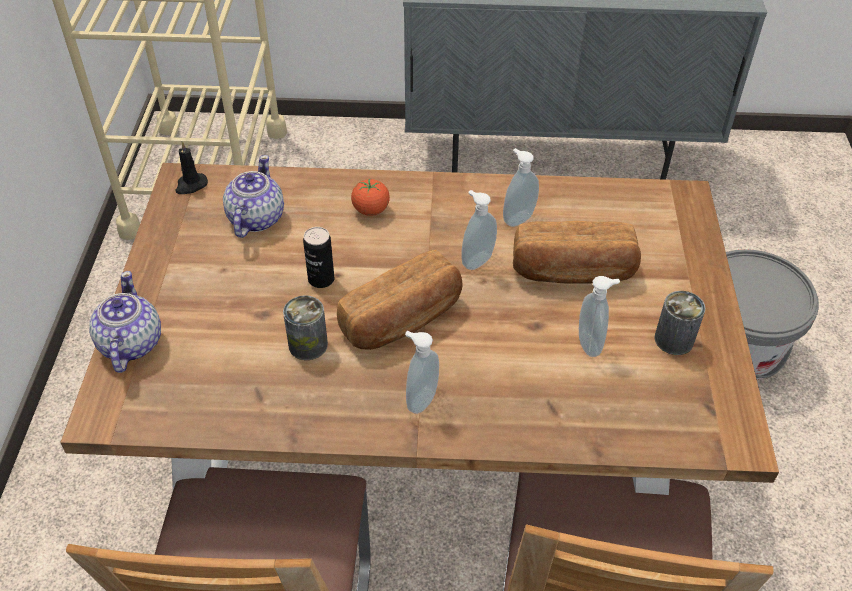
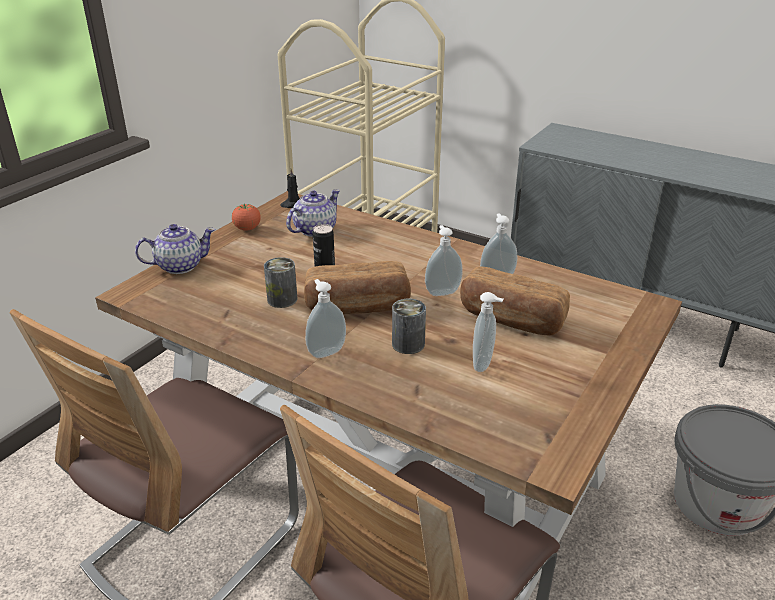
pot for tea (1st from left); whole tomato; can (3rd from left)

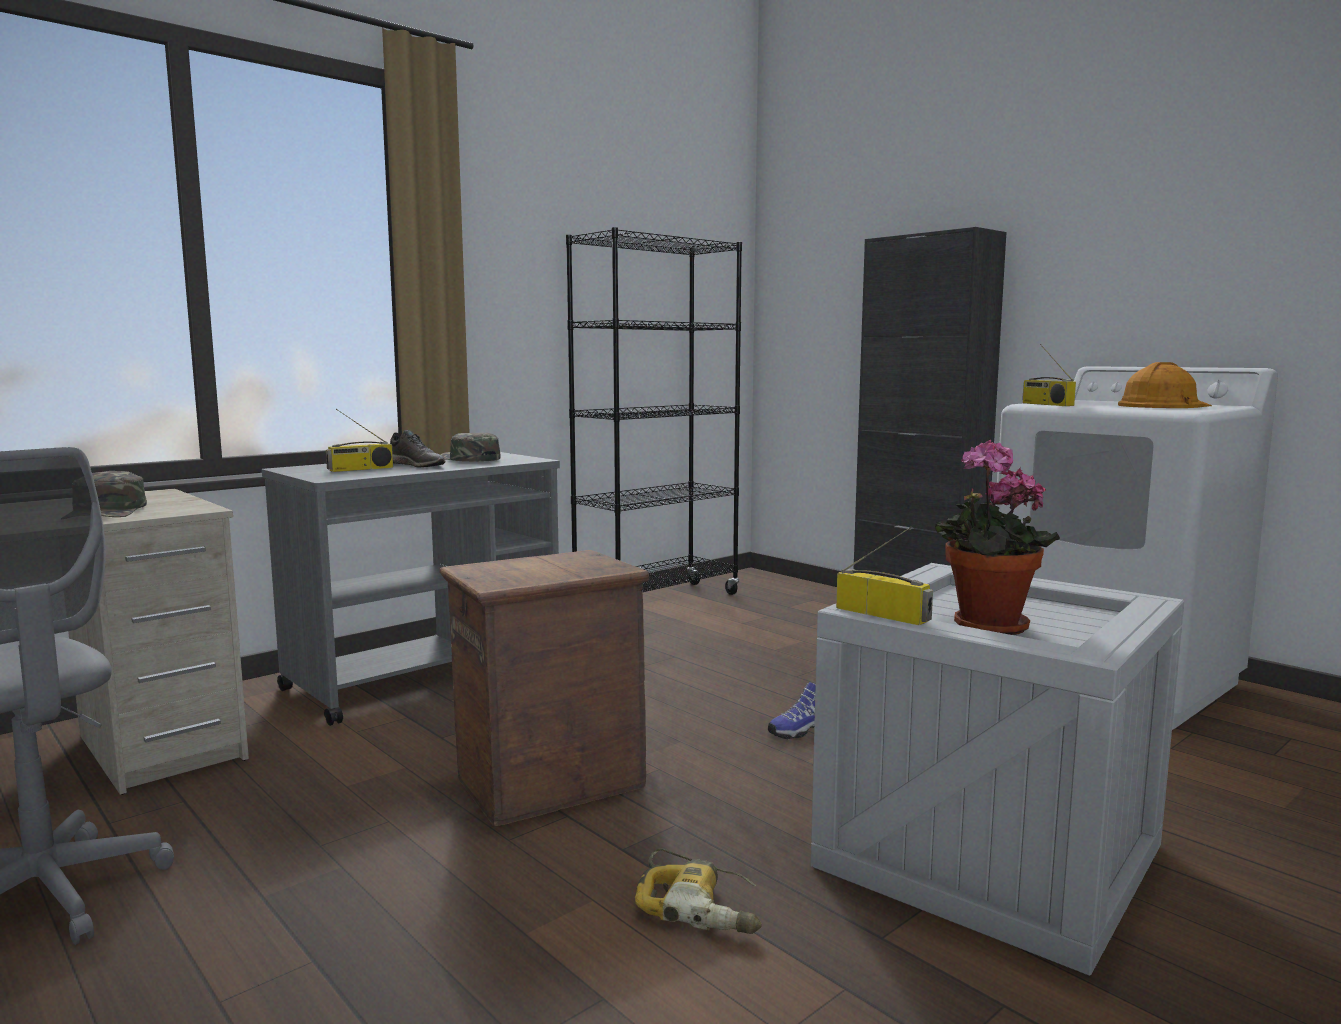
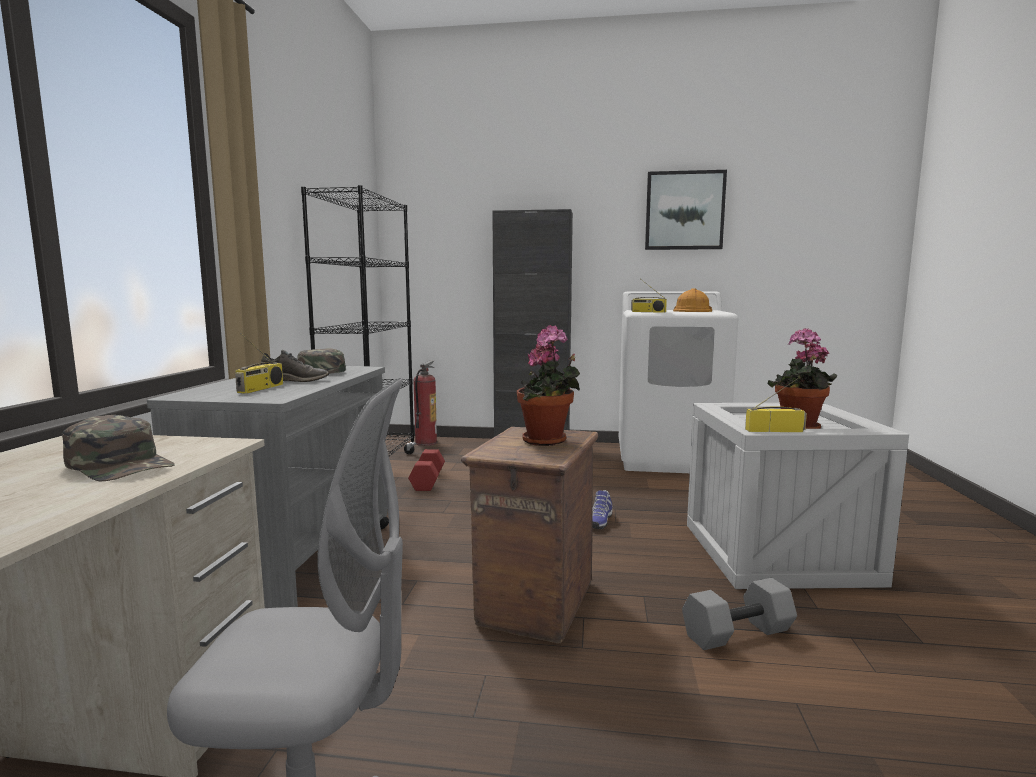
gray hand weight; red hand weight; fire-fighting cylinder; houseplant (1st from left); wall art

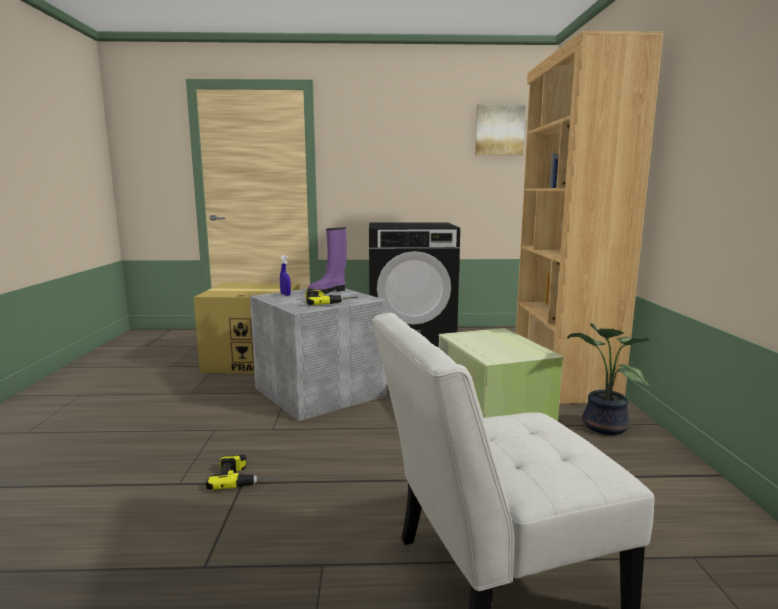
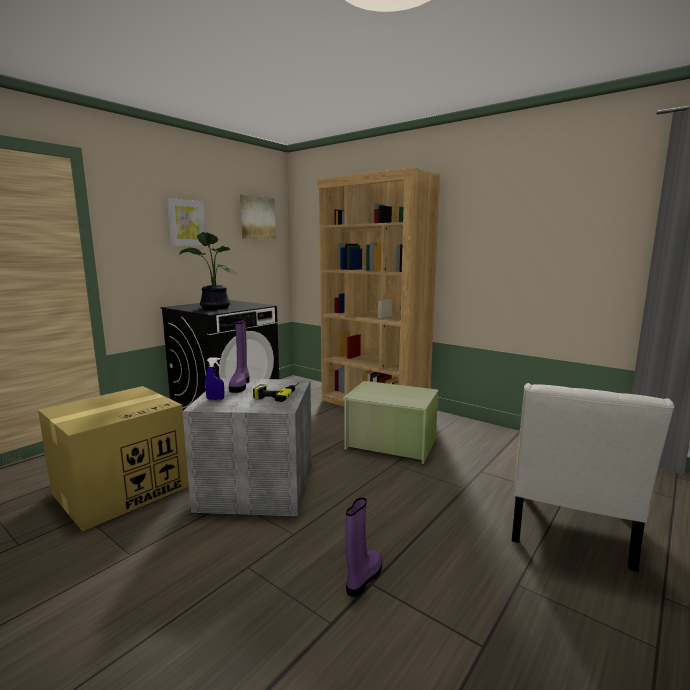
purple high-top boot (2nd from left); houseplant; wall art (1st from left)

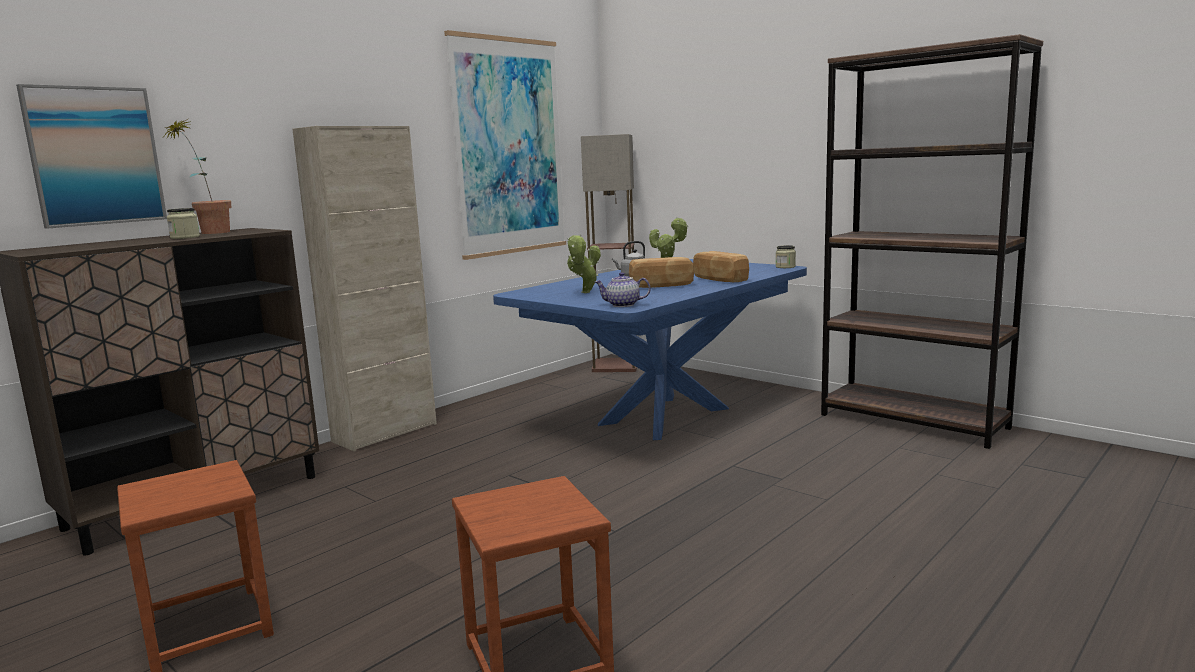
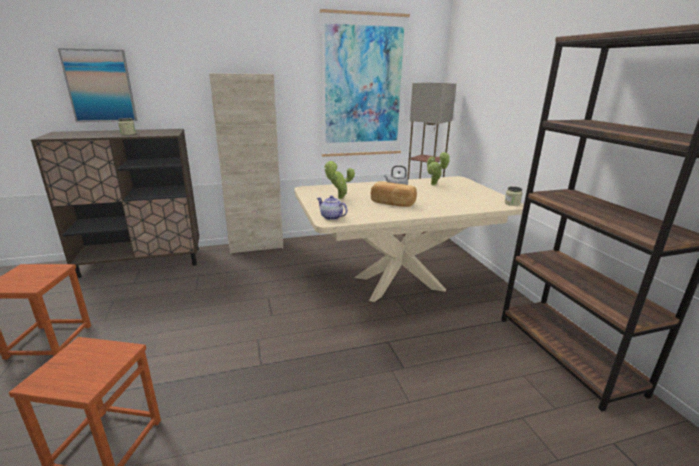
houseplant (1st from left in the first image); sand-coloured dinner table; bakery bread (2nd from left in the first image)

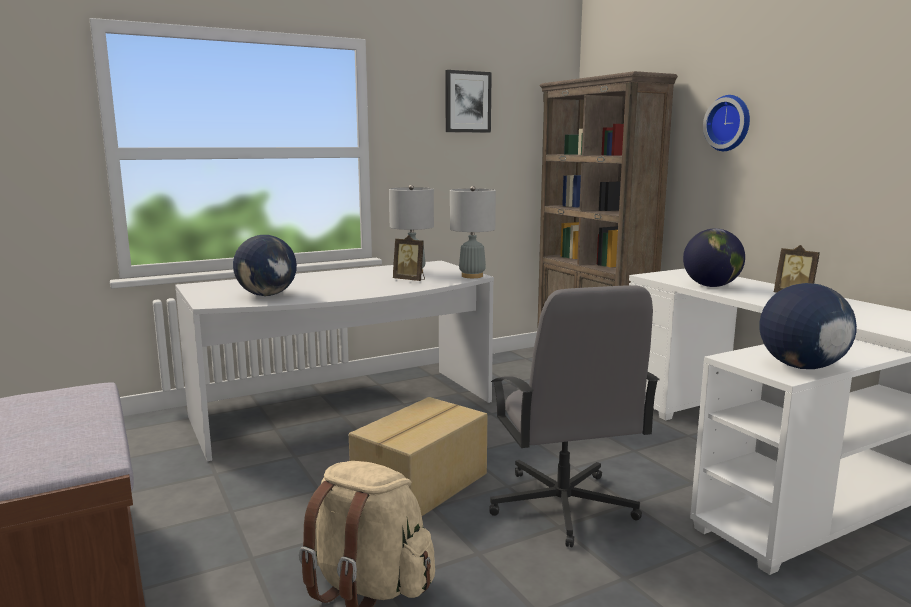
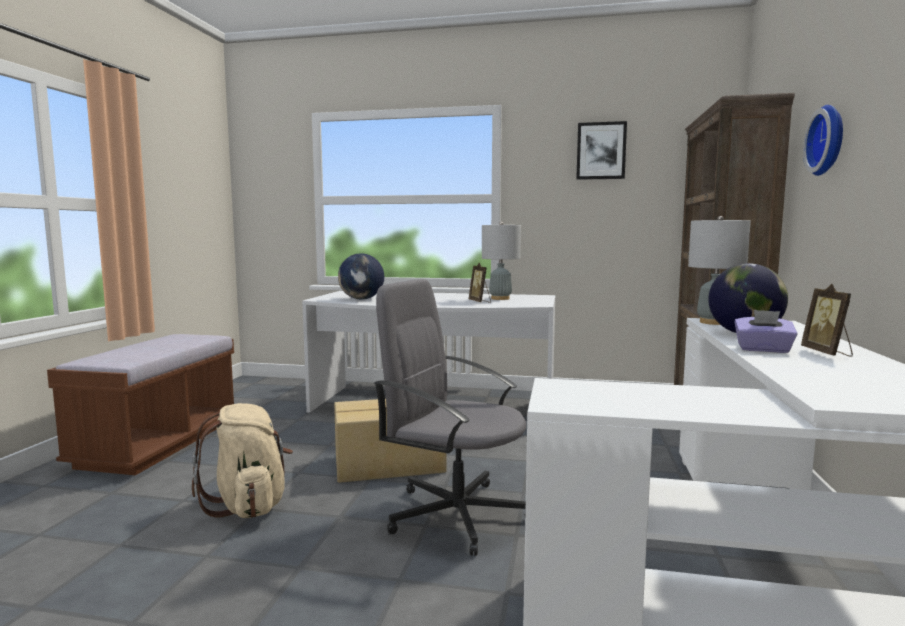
gray table lamp (2nd from left); gray computer chair; world globe (3rd from left in the first image); purple tissue holder

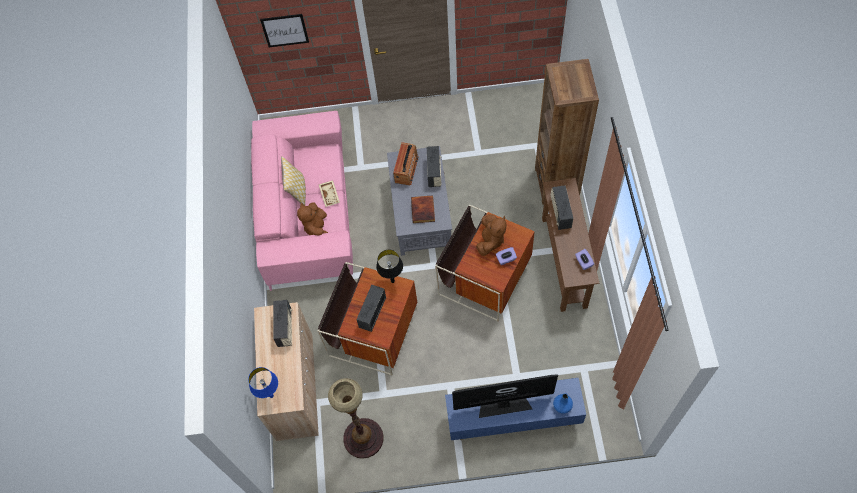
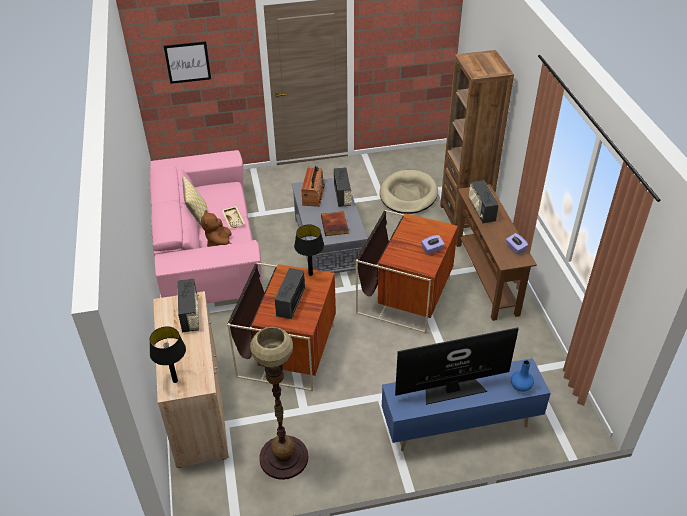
blackish table lamp (1st from left); brown-coloured cuddly toy (2nd from left in the first image); sand-coloured dog bed

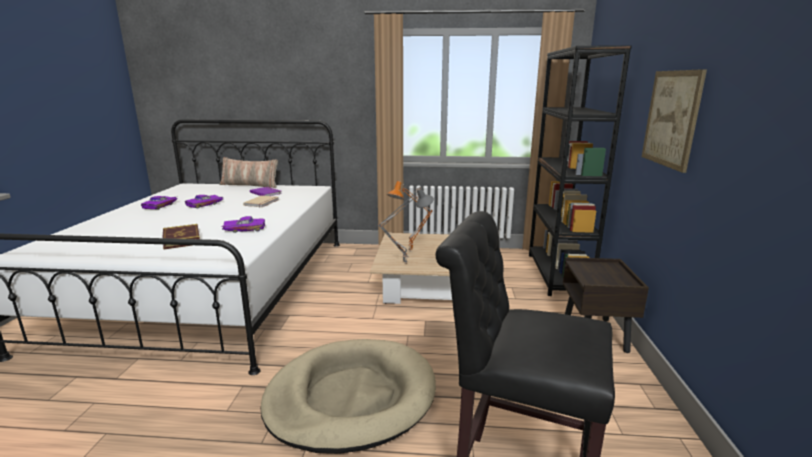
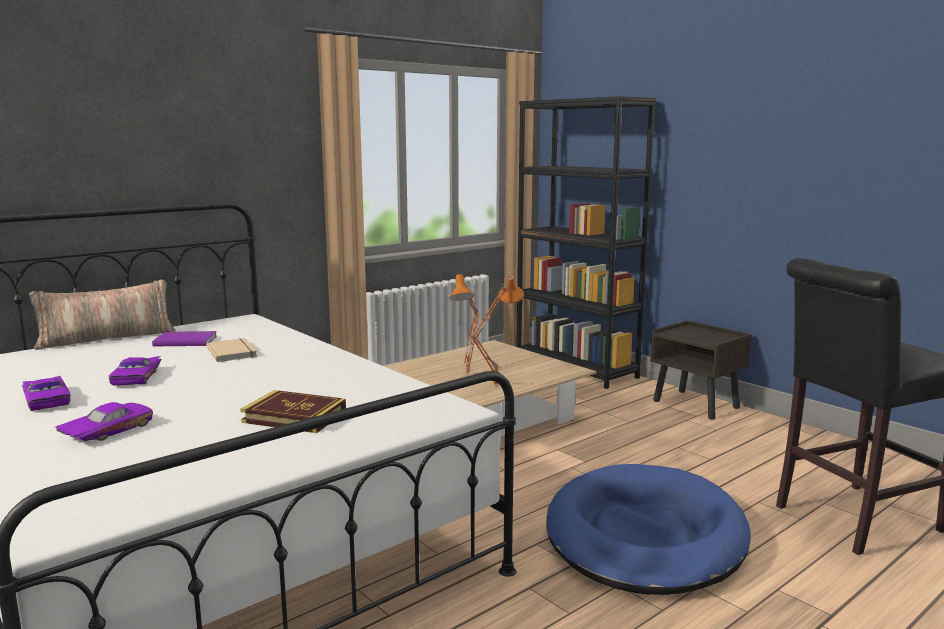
purple miniature car (2nd from left); blue dog bed; orange table lamp (2nd from left); wall art

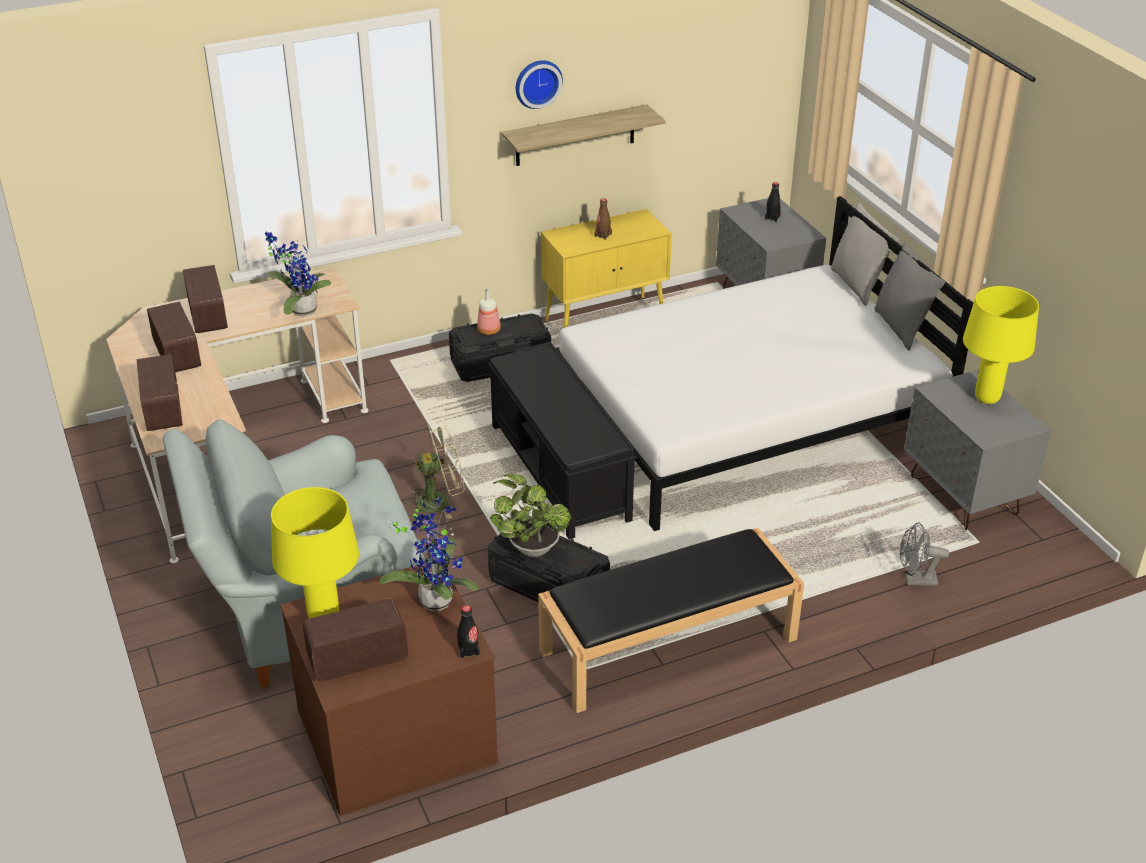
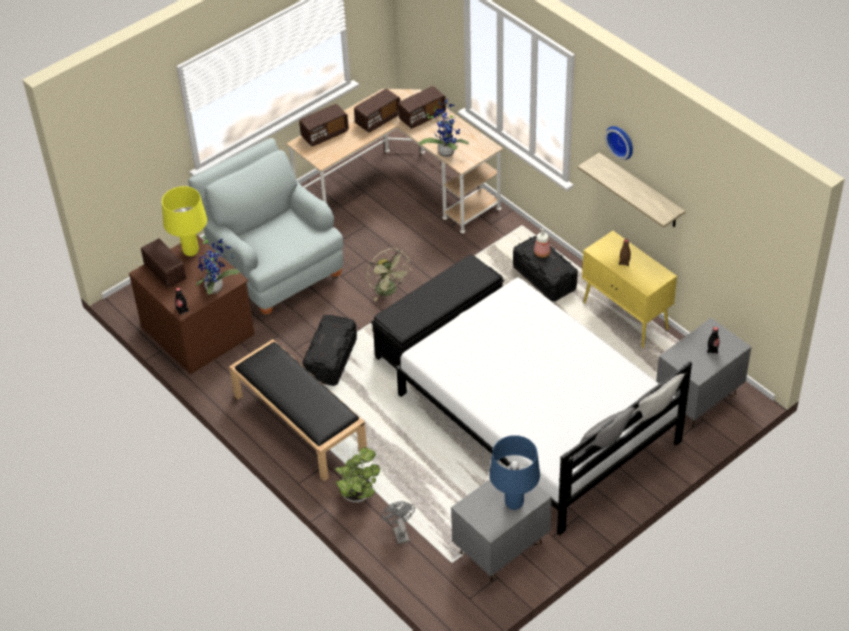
houseplant (2nd from left); blue table lamp

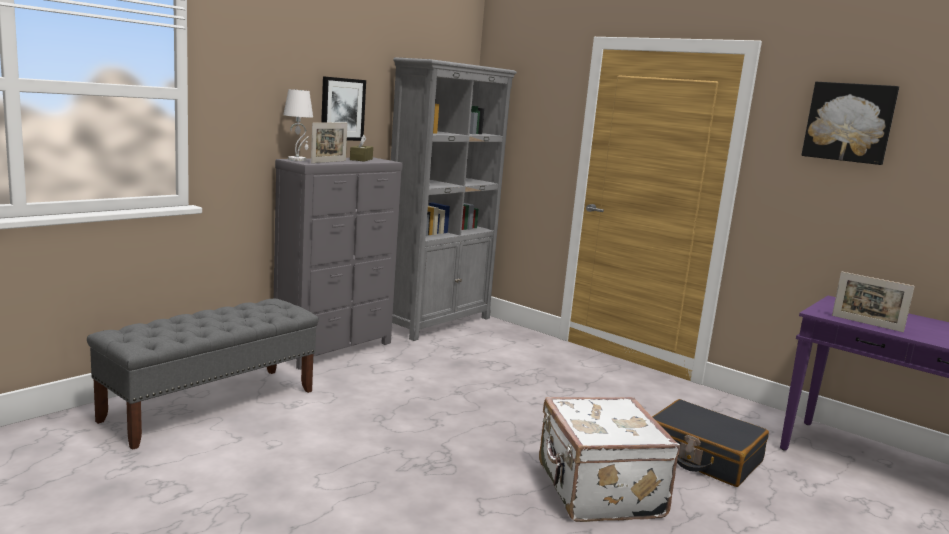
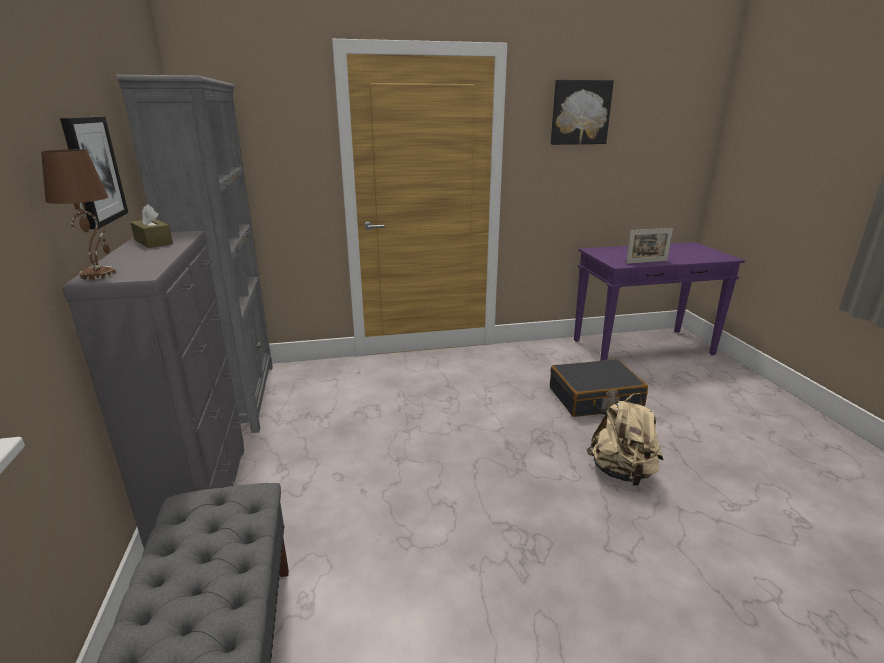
brown-coloured table lamp; photo frame (1st from left in the first image); sand-coloured backpack

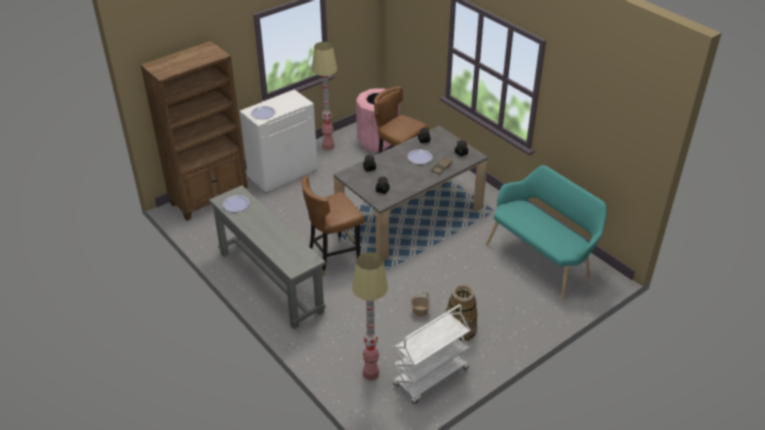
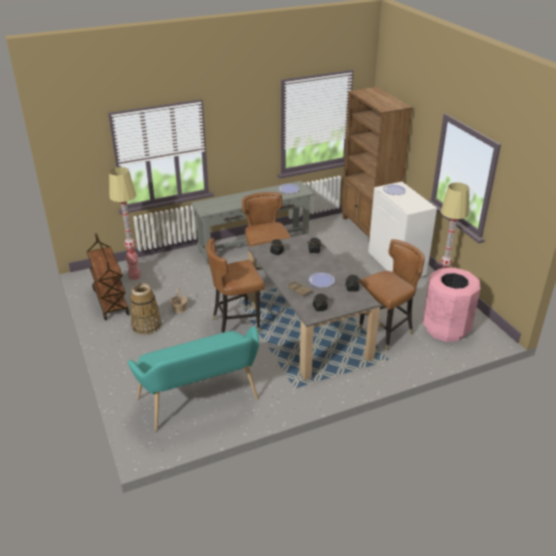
brown-coloured trolley; brown-coloured plain chair (1st from left)

